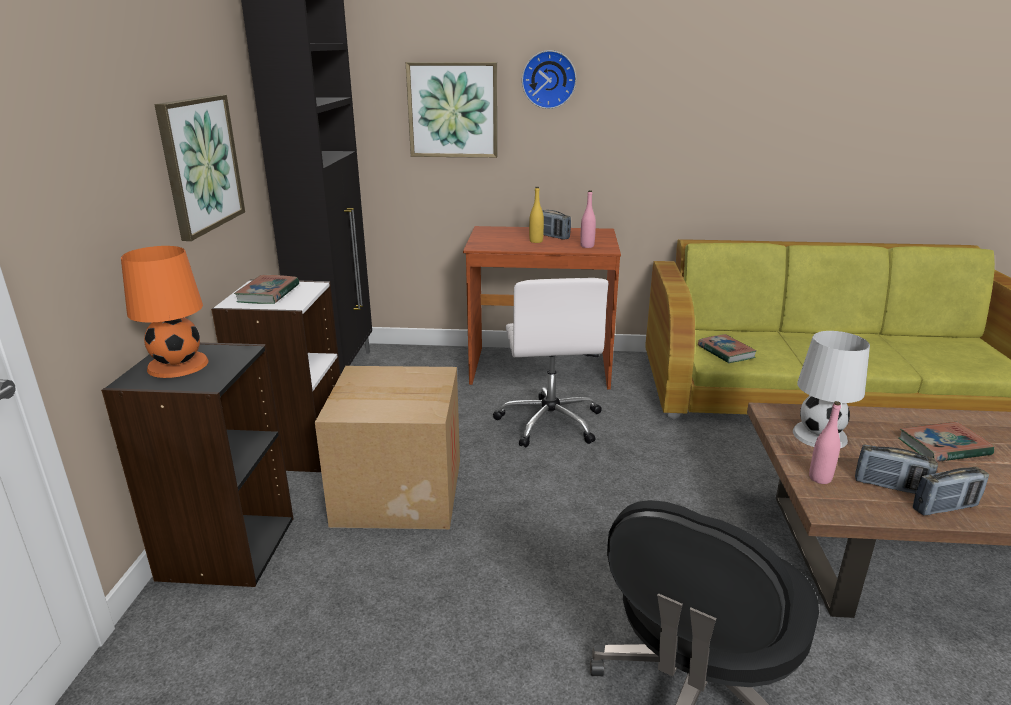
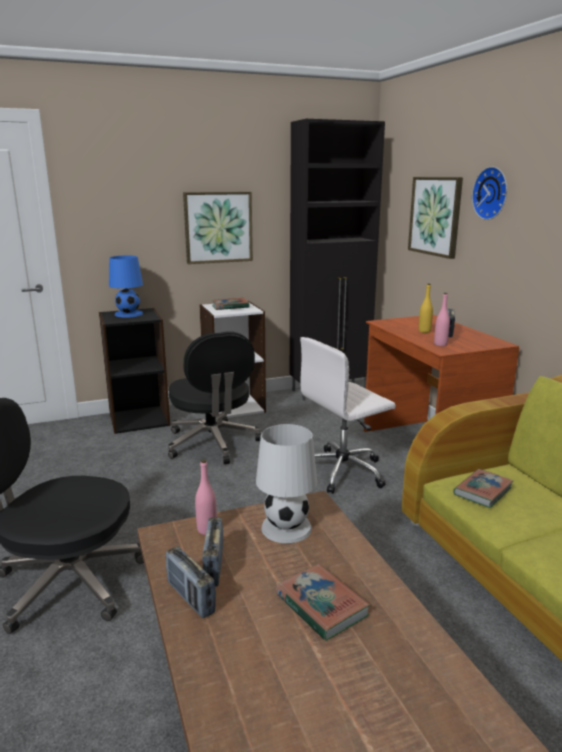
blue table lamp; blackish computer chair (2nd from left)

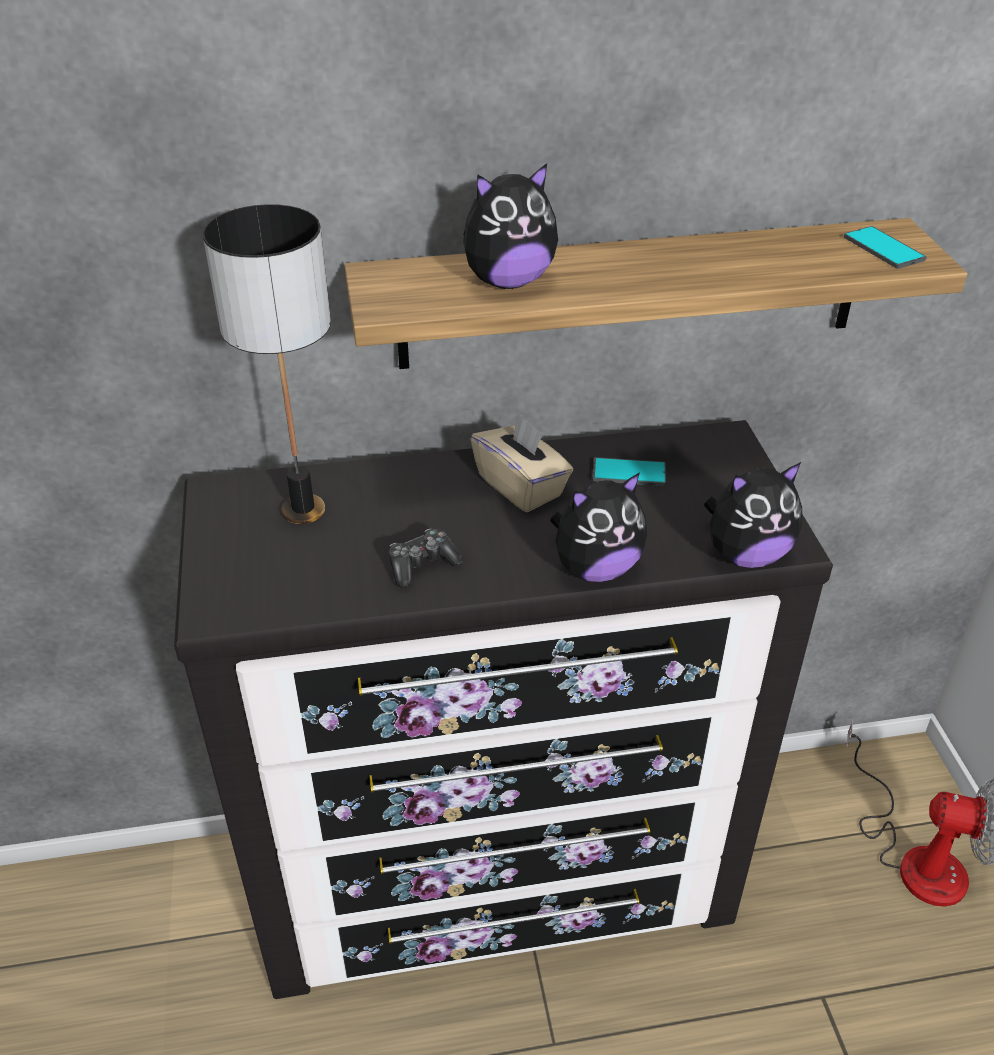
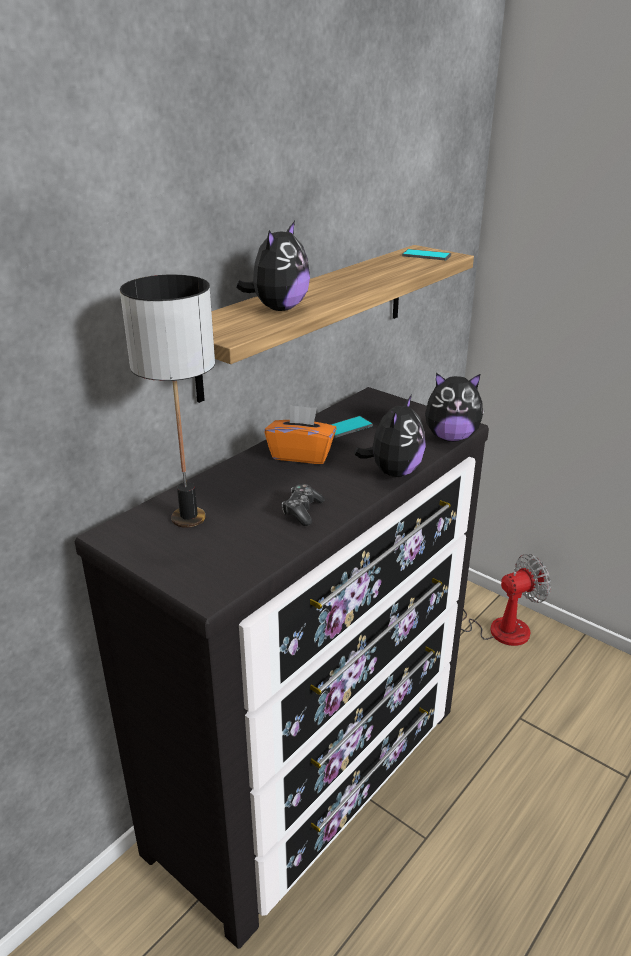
orange tissue holder; cuddly toy (3rd from left)

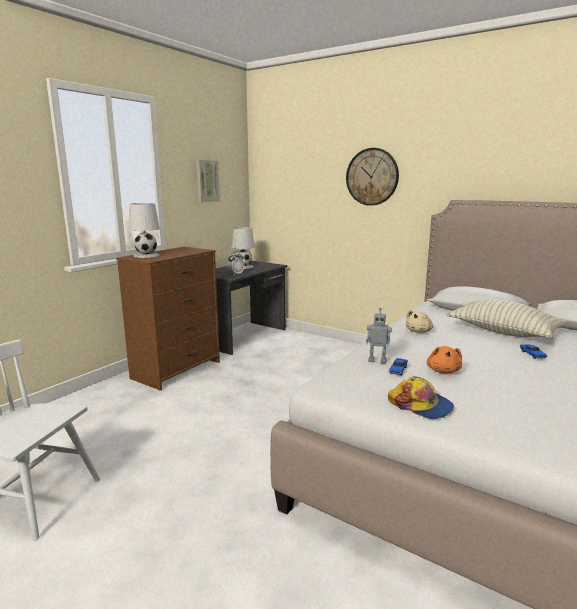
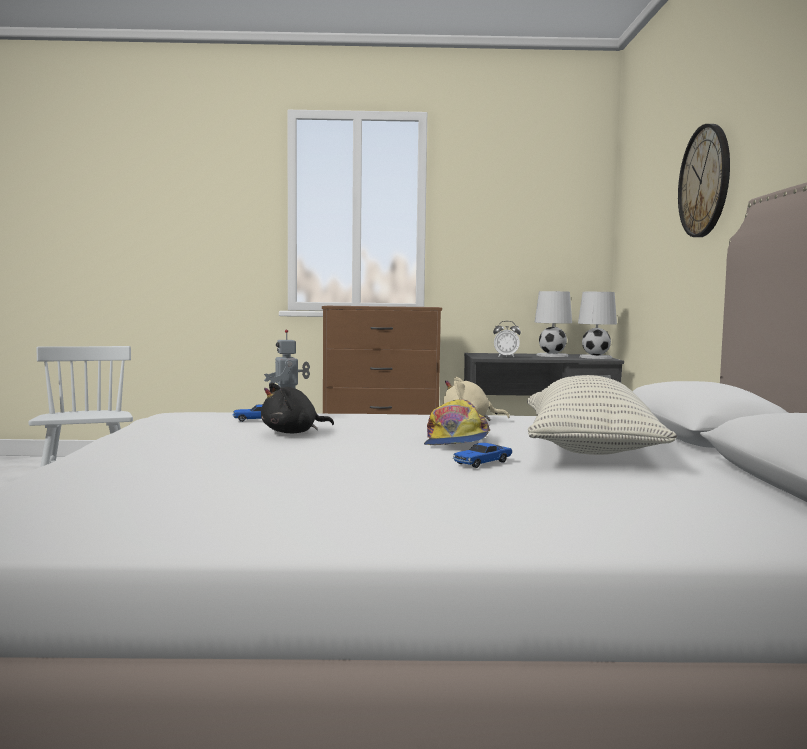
whitish table lamp (2nd from left); wall art; peaked cap; blackish cuddly toy

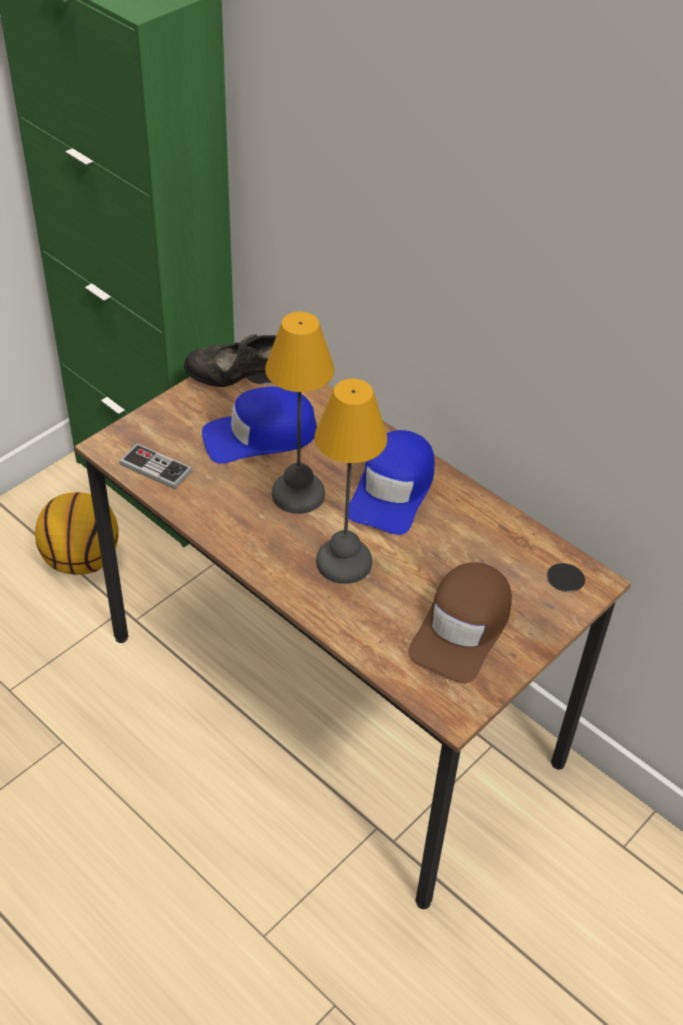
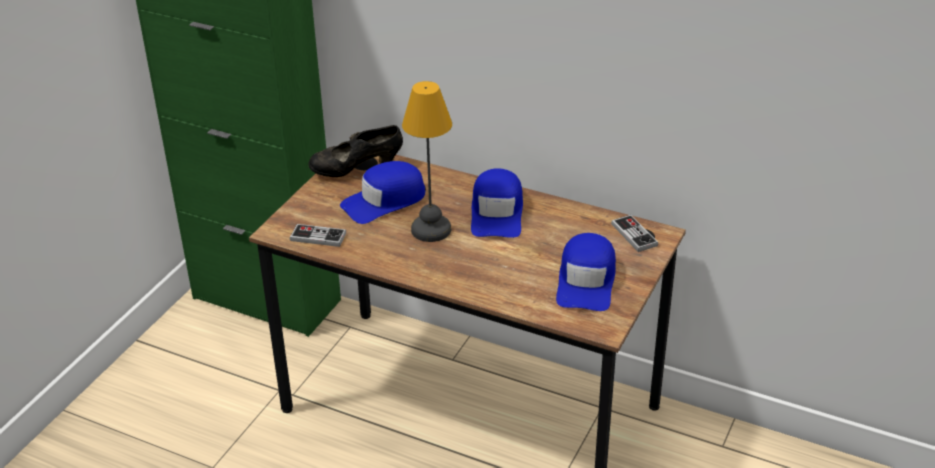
basketball ball; table lamp (2nd from left in the first image); blue peaked cap (3rd from left); game controller (2nd from left)

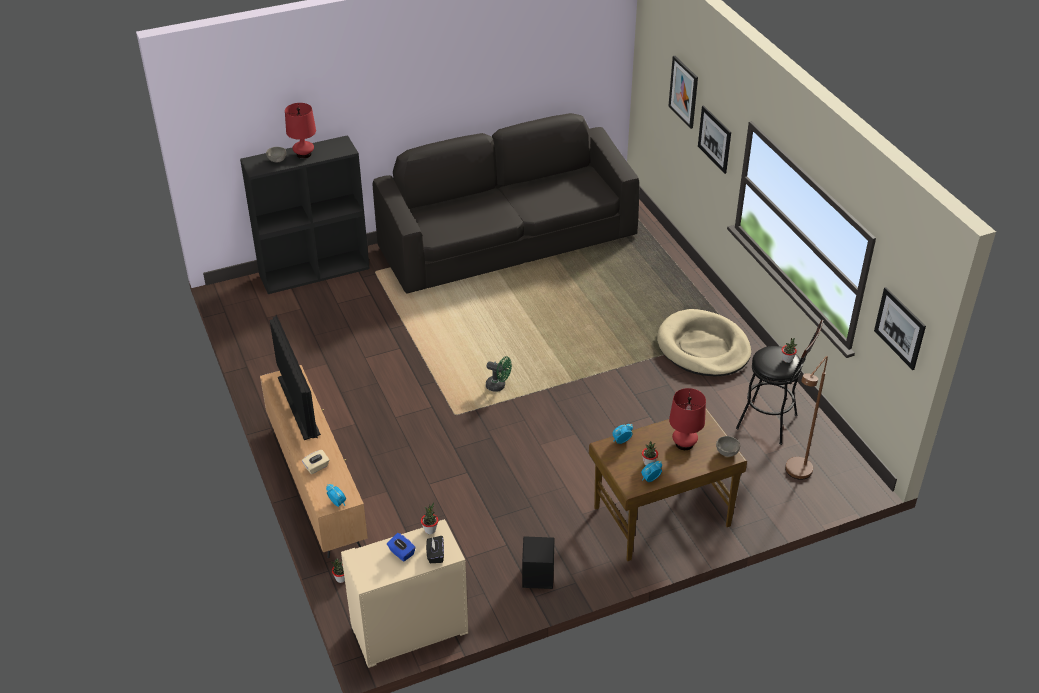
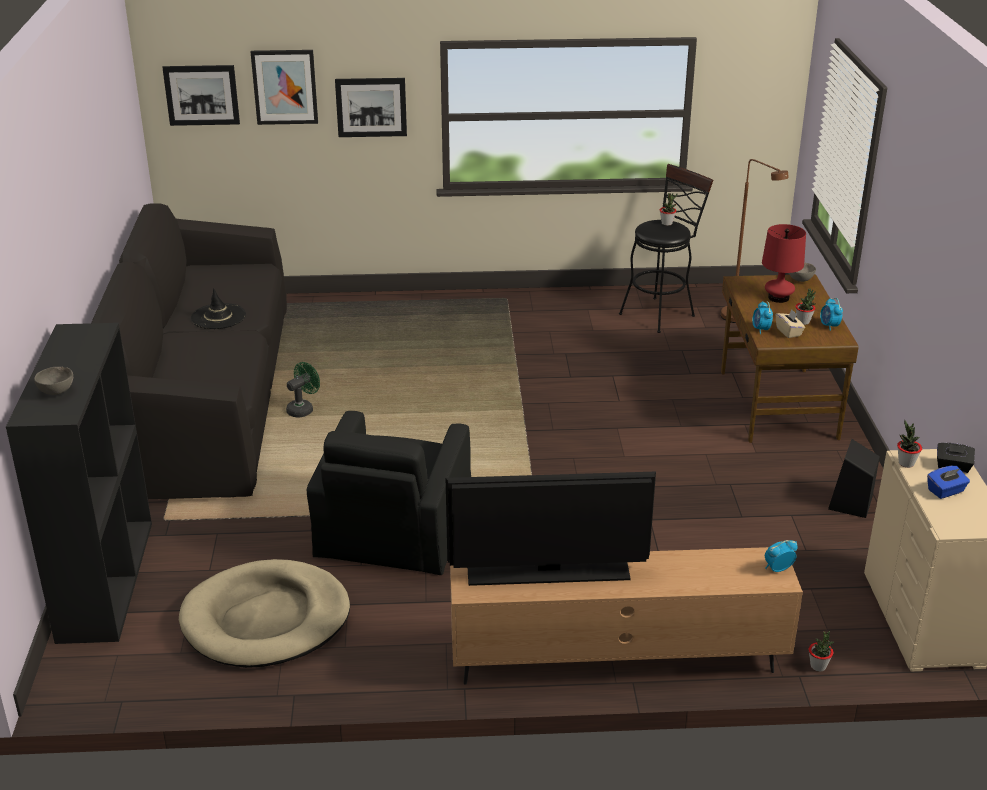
red table lamp (1st from left in the first image); sand-coloured tissue holder; green-coloured fan; sand-coloured dog bed; wall art (1st from left); blackish clothing hat; blackish armchair

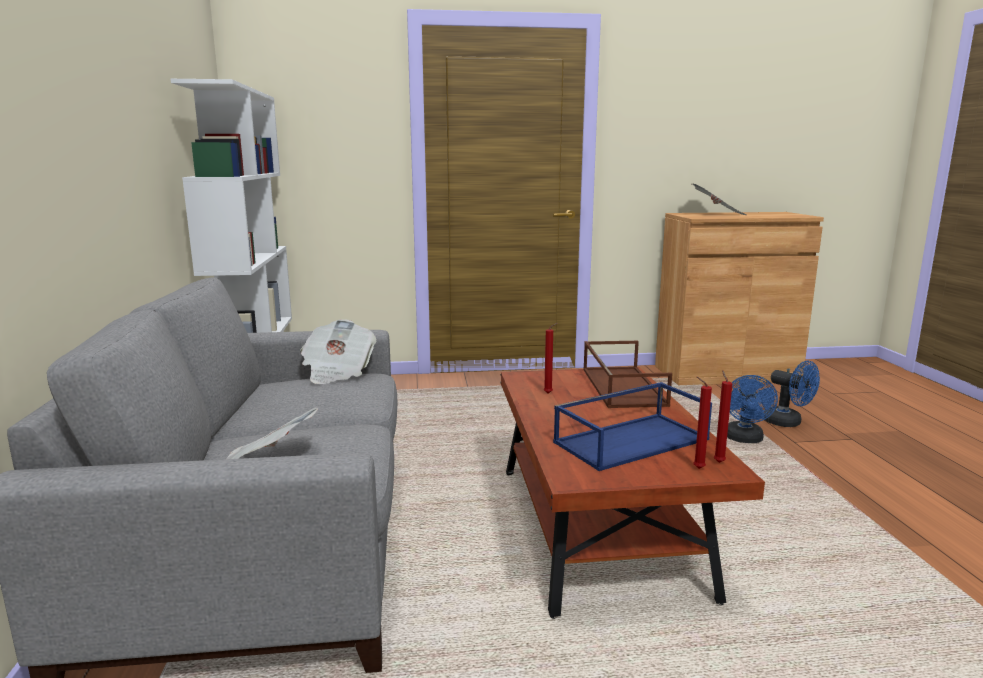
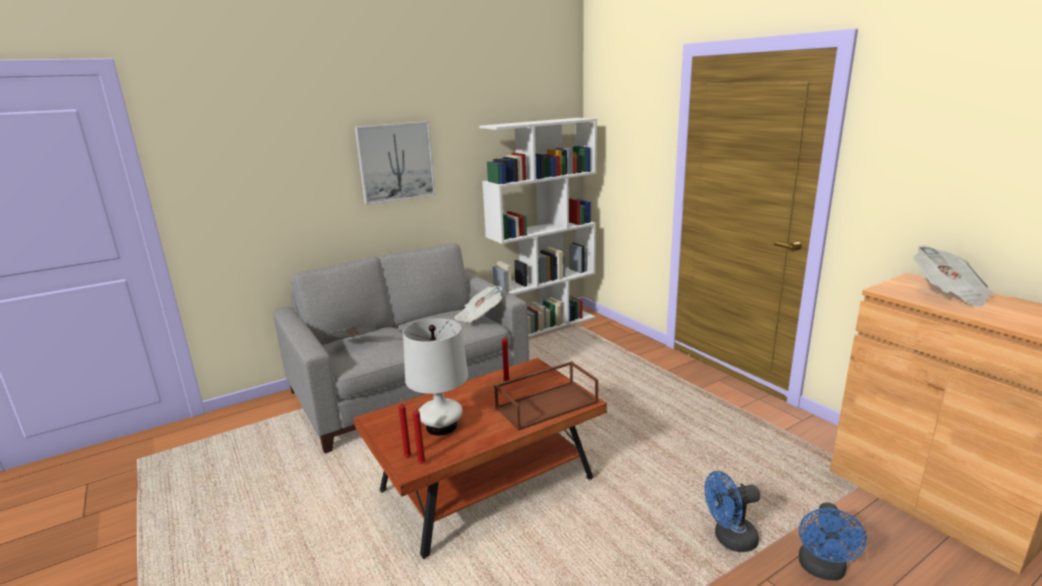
whitish table lamp; wall art

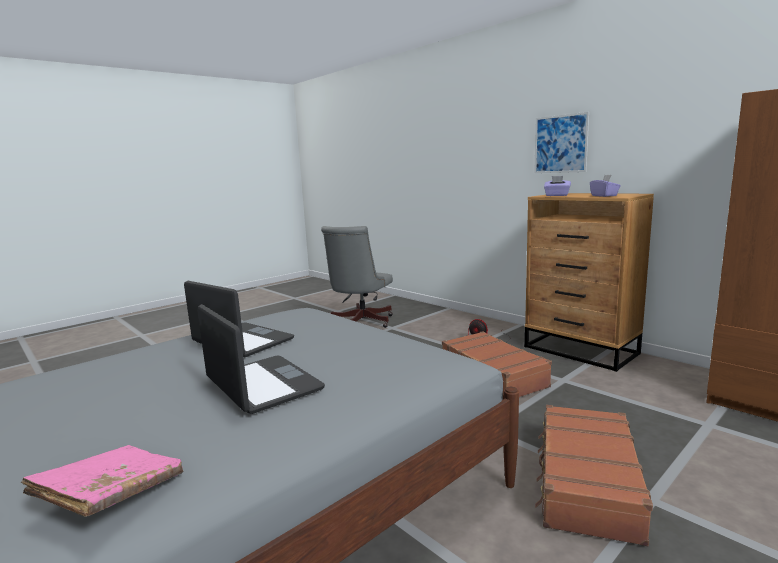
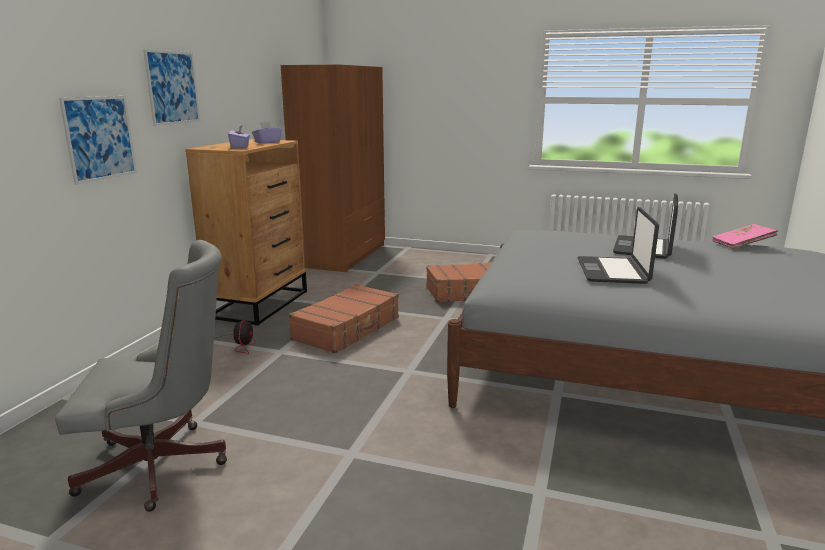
wall art (1st from left)

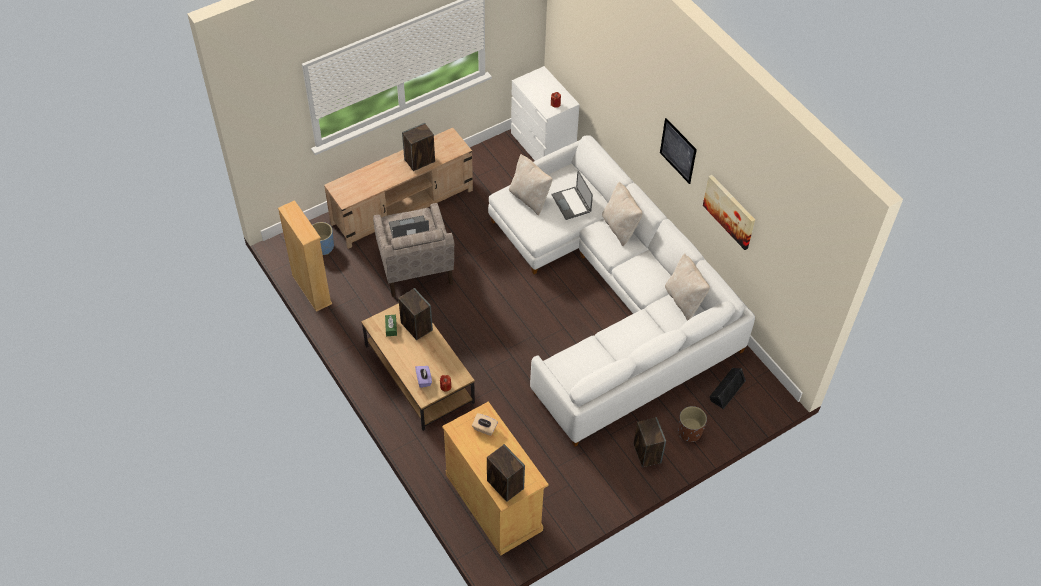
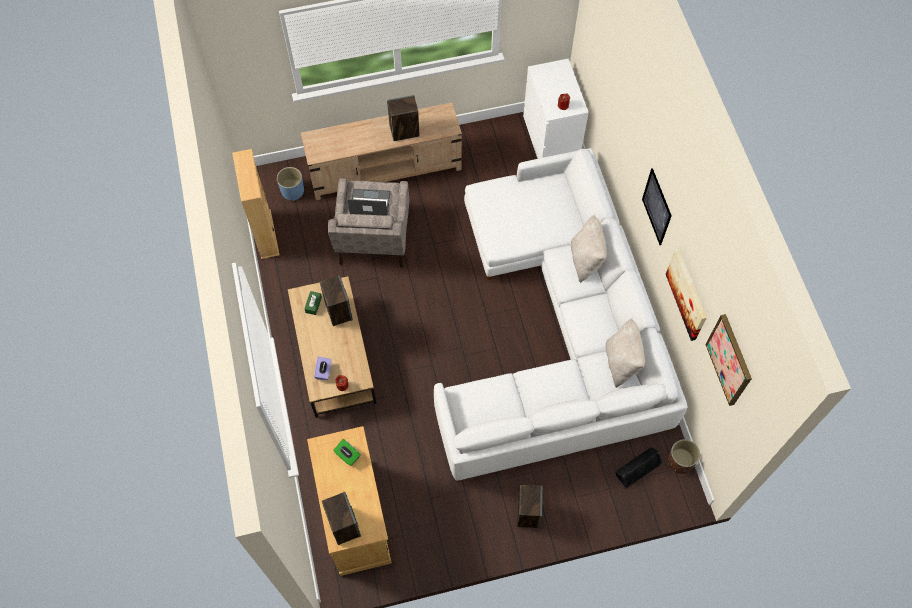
green-coloured tissue holder (2nd from left); sand-coloured pillow (1st from left in the first image); portable computer (2nd from left in the first image); brown-coloured plant pot; wall art (3rd from left)

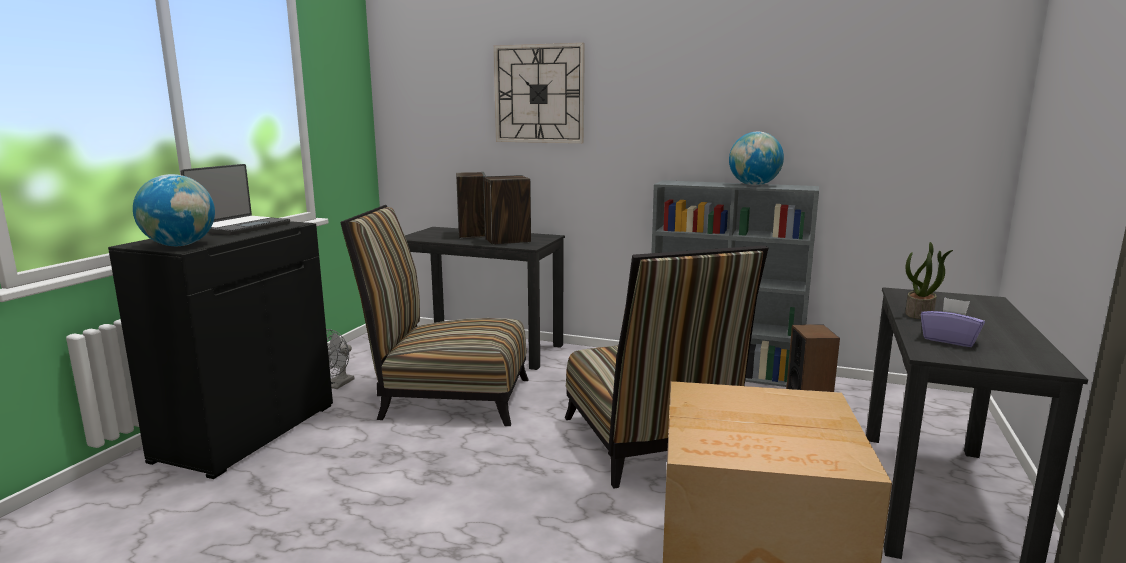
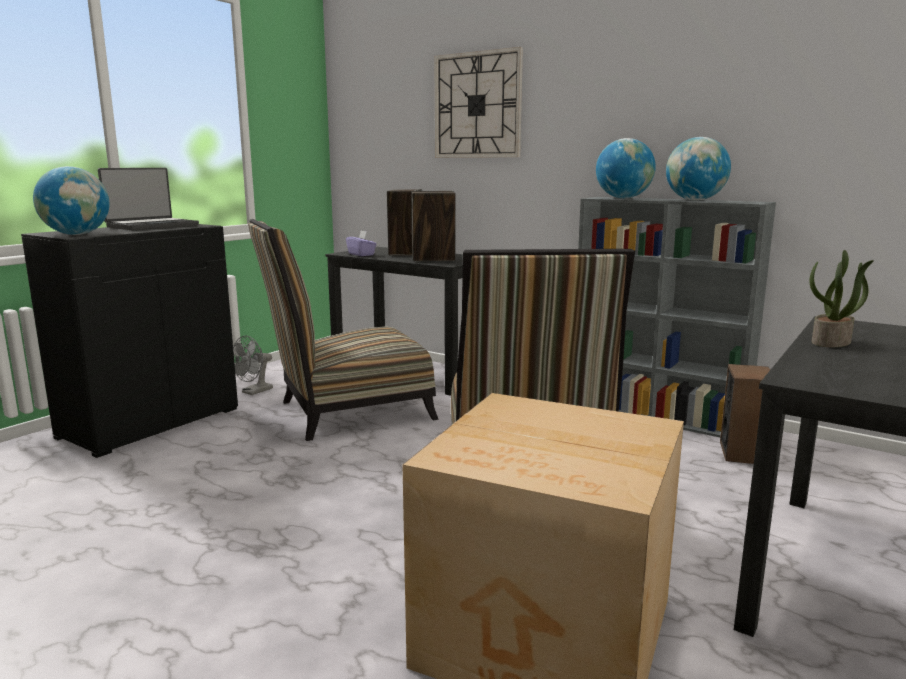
plain chair (1st from left); purple tissue holder; world globe (2nd from left)

